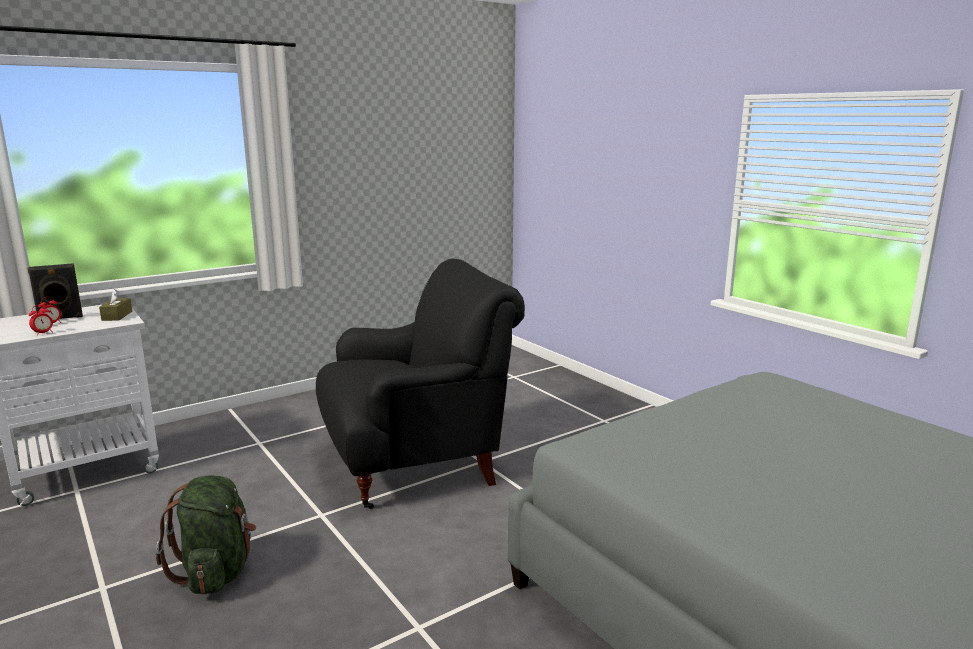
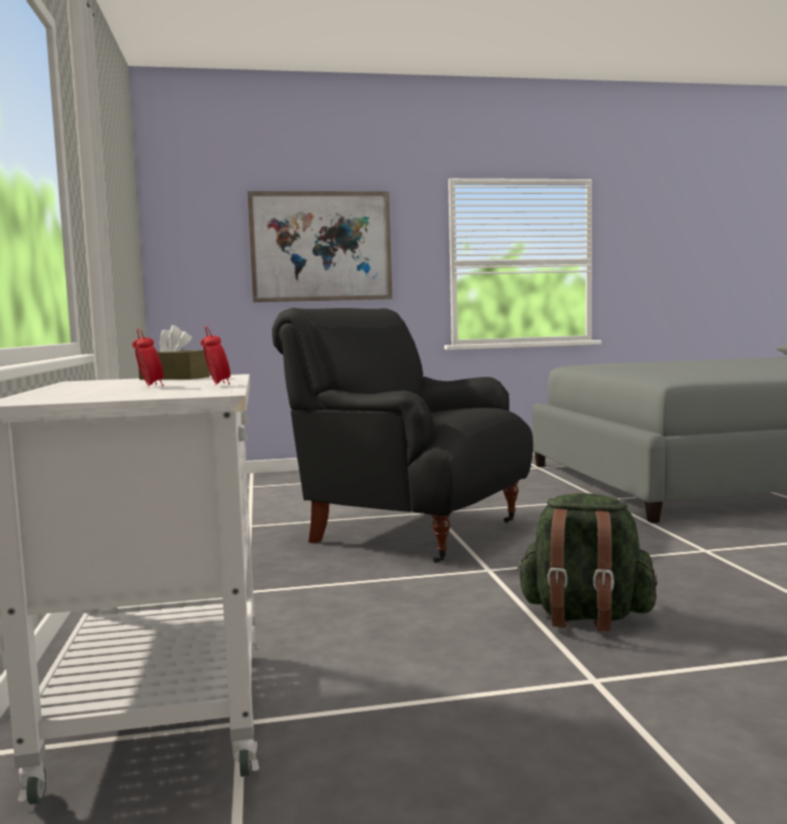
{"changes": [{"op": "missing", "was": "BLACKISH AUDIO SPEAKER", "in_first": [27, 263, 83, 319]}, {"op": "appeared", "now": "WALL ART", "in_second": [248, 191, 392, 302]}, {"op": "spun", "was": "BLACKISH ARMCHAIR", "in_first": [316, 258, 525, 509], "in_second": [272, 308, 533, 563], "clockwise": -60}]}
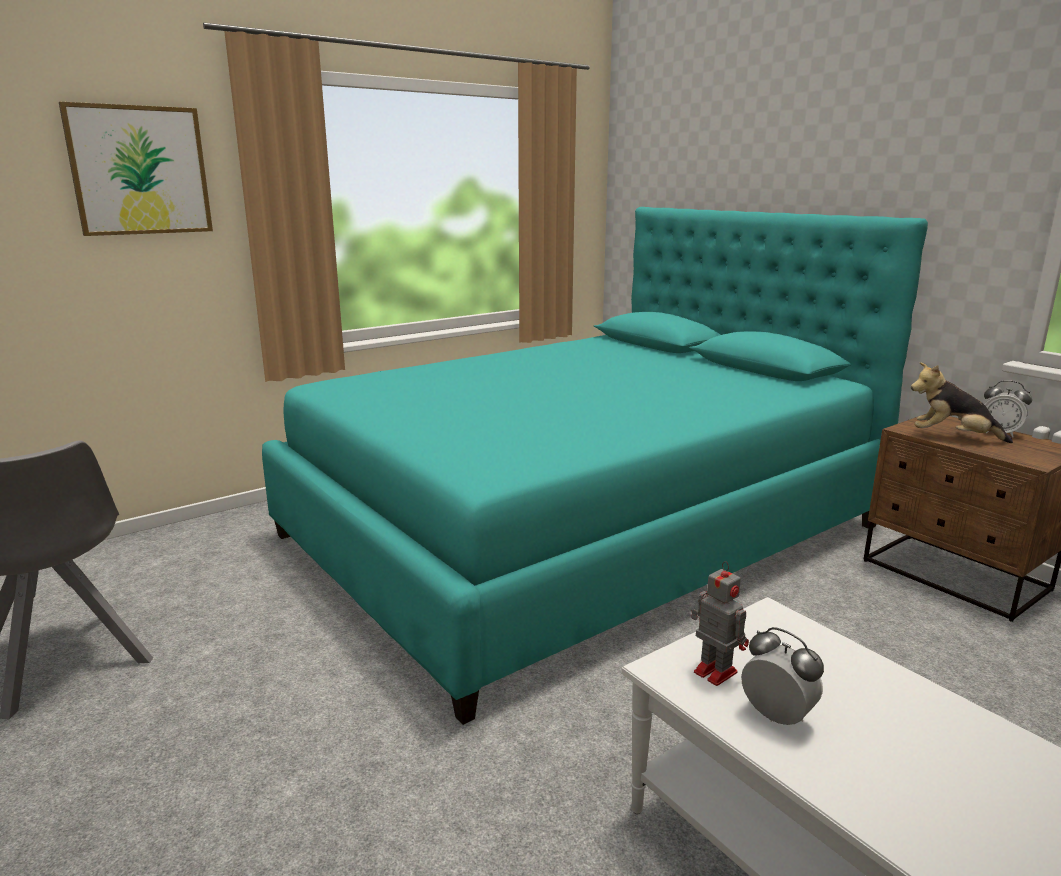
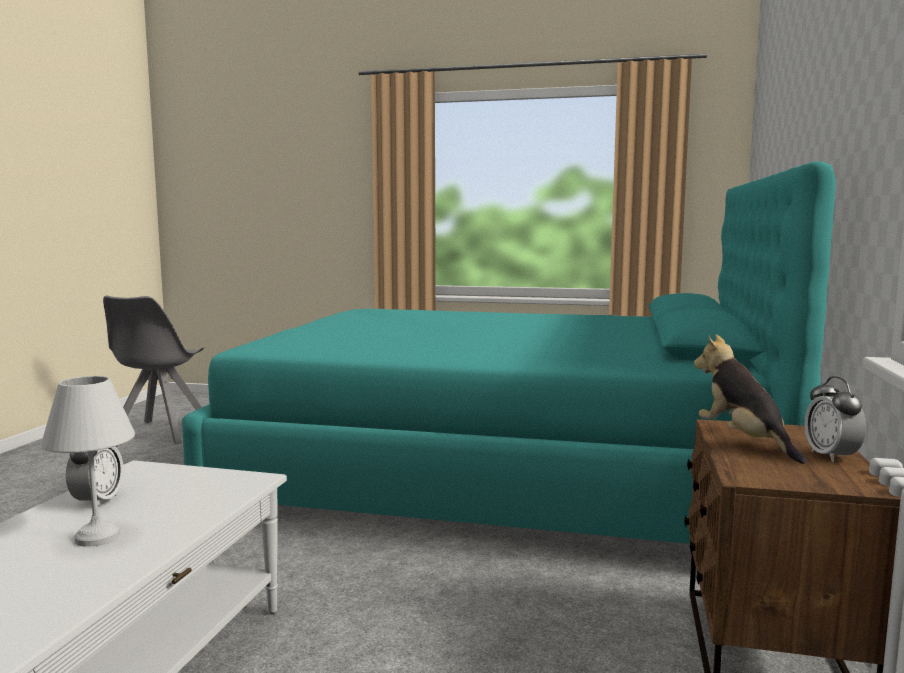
{"changes": [{"op": "missing", "was": "WALL ART", "in_first": [59, 102, 213, 236]}, {"op": "missing", "was": "TOY ROBOT", "in_first": [691, 561, 749, 686]}, {"op": "appeared", "now": "WHITE TABLE LAMP", "in_second": [41, 376, 135, 547]}]}
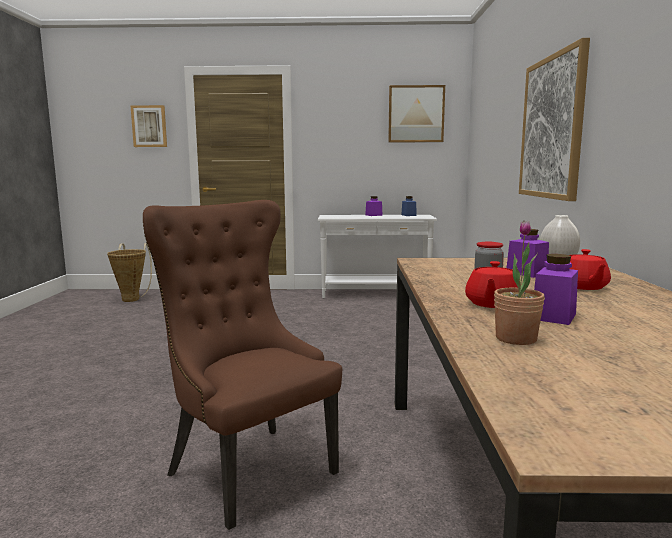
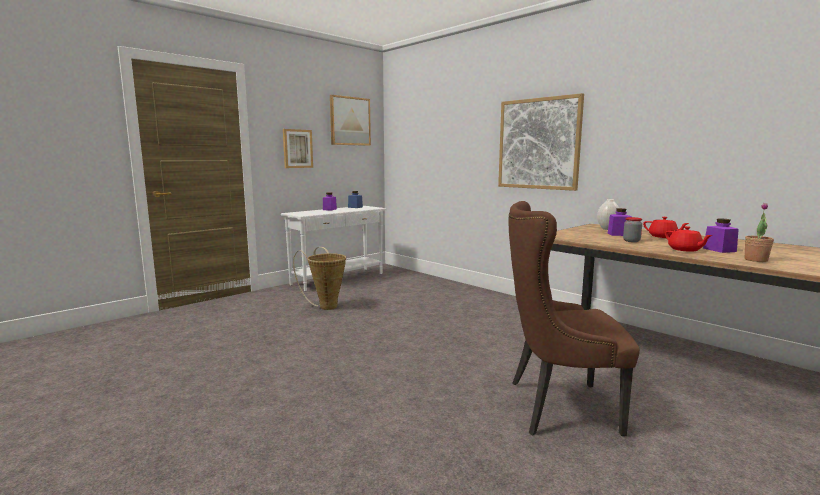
{"changes": [{"op": "relocated", "was": "STORAGE BASKET", "in_first": [107, 243, 152, 302], "in_second": [293, 247, 346, 310]}, {"op": "relocated", "was": "WALL ART", "in_first": [130, 105, 167, 147], "in_second": [283, 129, 313, 168]}]}
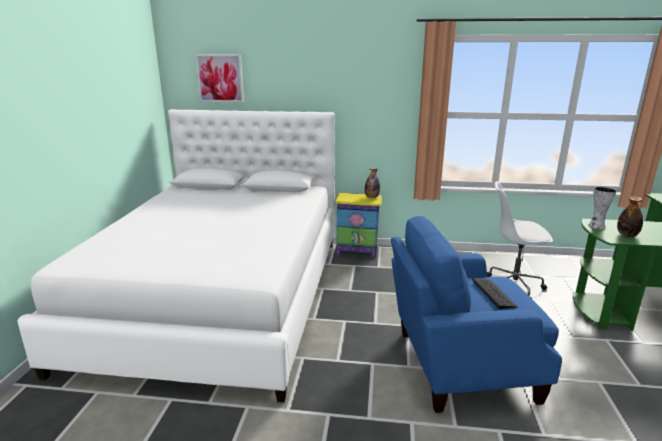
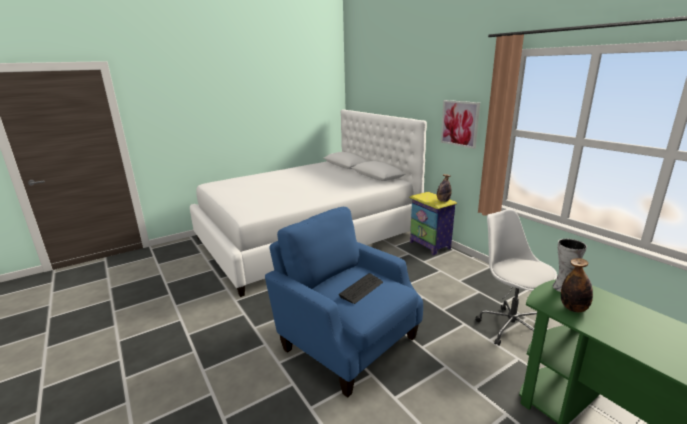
{"changes": [{"op": "relocated", "was": "WALL ART", "in_first": [195, 54, 244, 103], "in_second": [441, 100, 480, 149]}]}
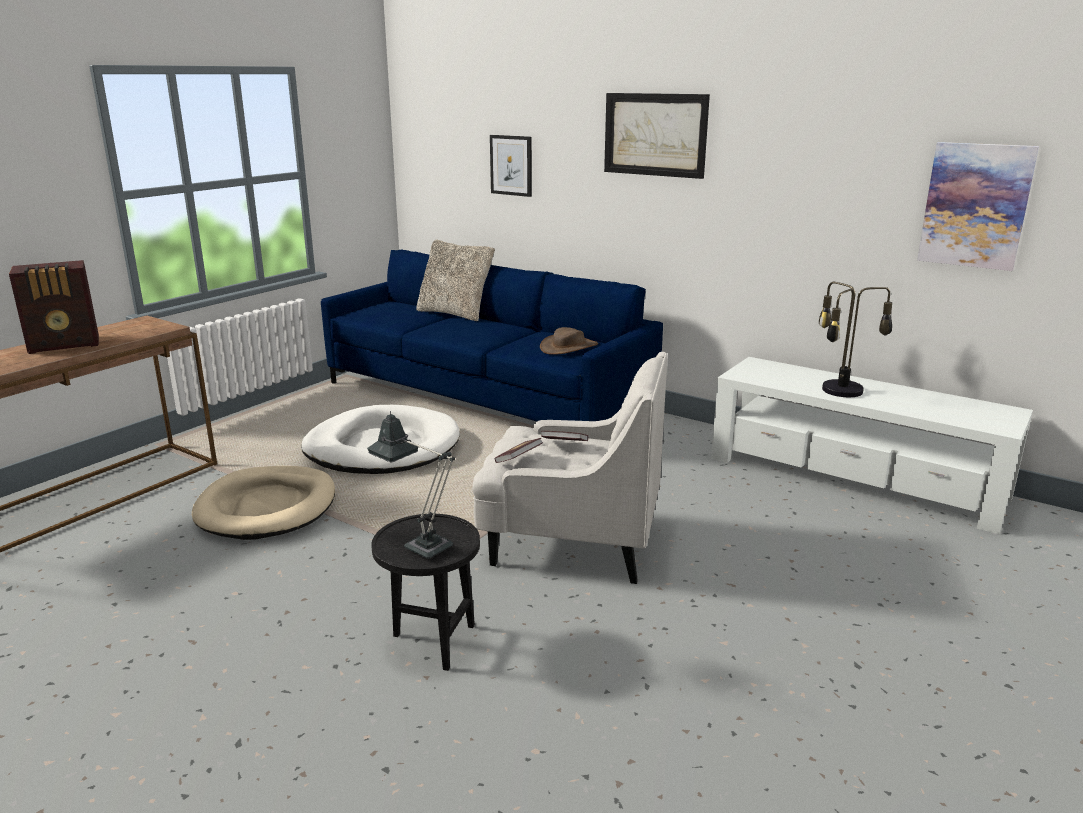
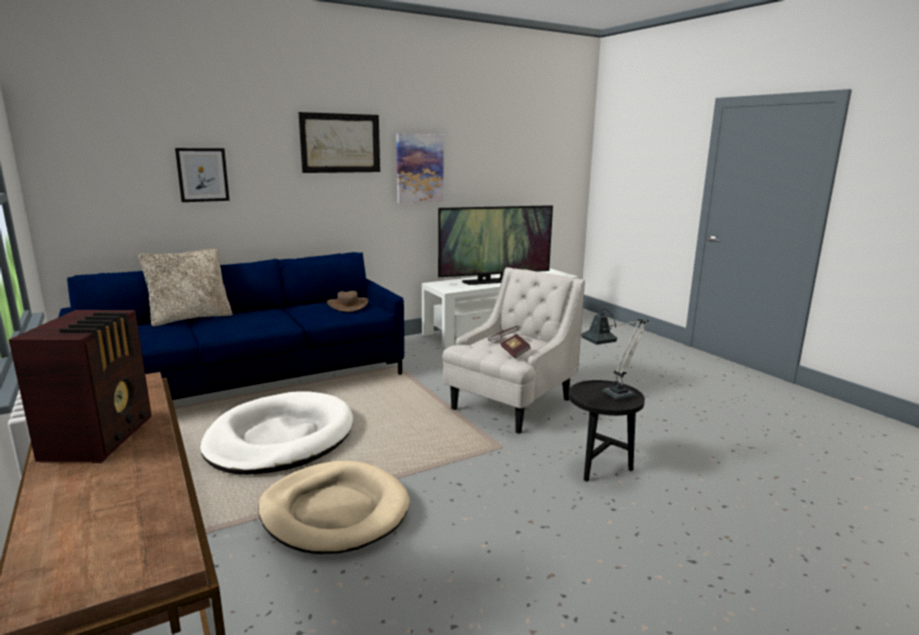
{"changes": [{"op": "relocated", "was": "WALL ART", "in_first": [917, 142, 1039, 271], "in_second": [396, 134, 444, 203]}, {"op": "exchanged", "was": "TABLE LAMP", "now": "TV SET", "in_first": [819, 282, 892, 397], "in_second": [438, 205, 553, 285]}]}
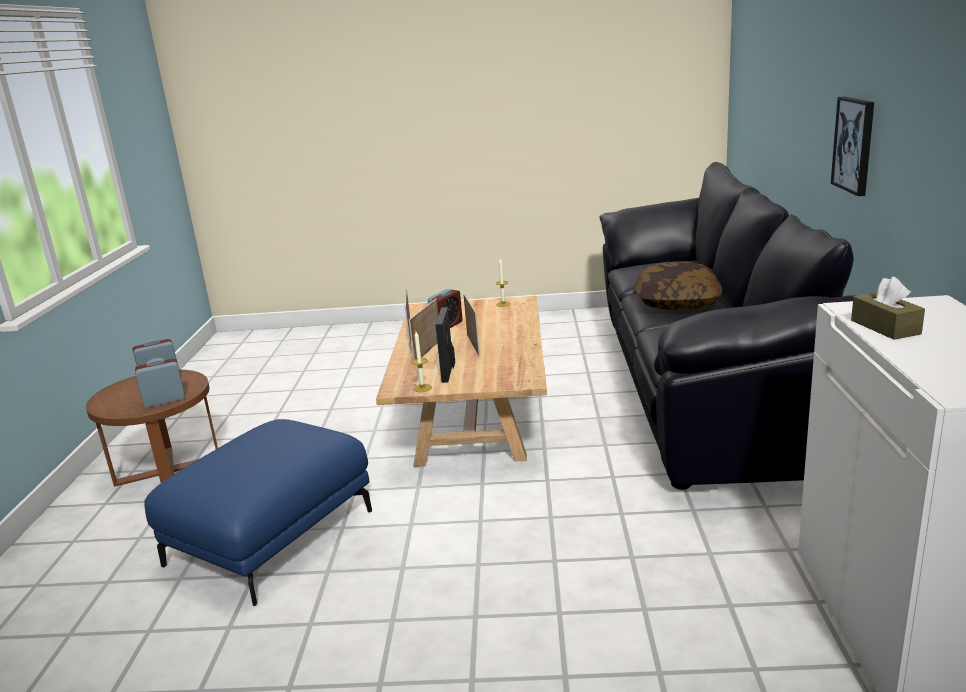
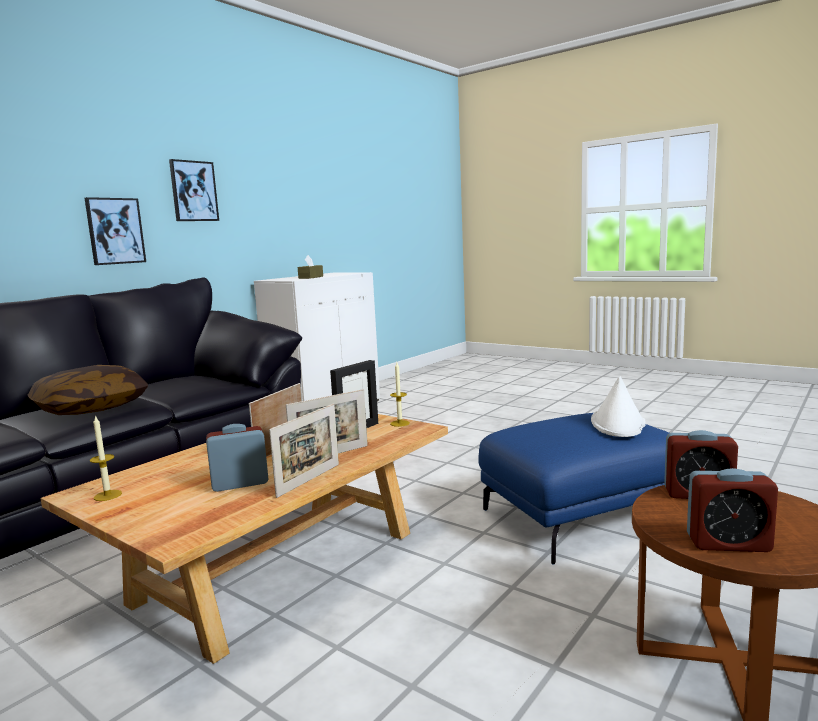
{"changes": [{"op": "appeared", "now": "WALL ART", "in_second": [169, 159, 219, 221]}, {"op": "appeared", "now": "WHITE HAT", "in_second": [591, 376, 645, 437]}]}
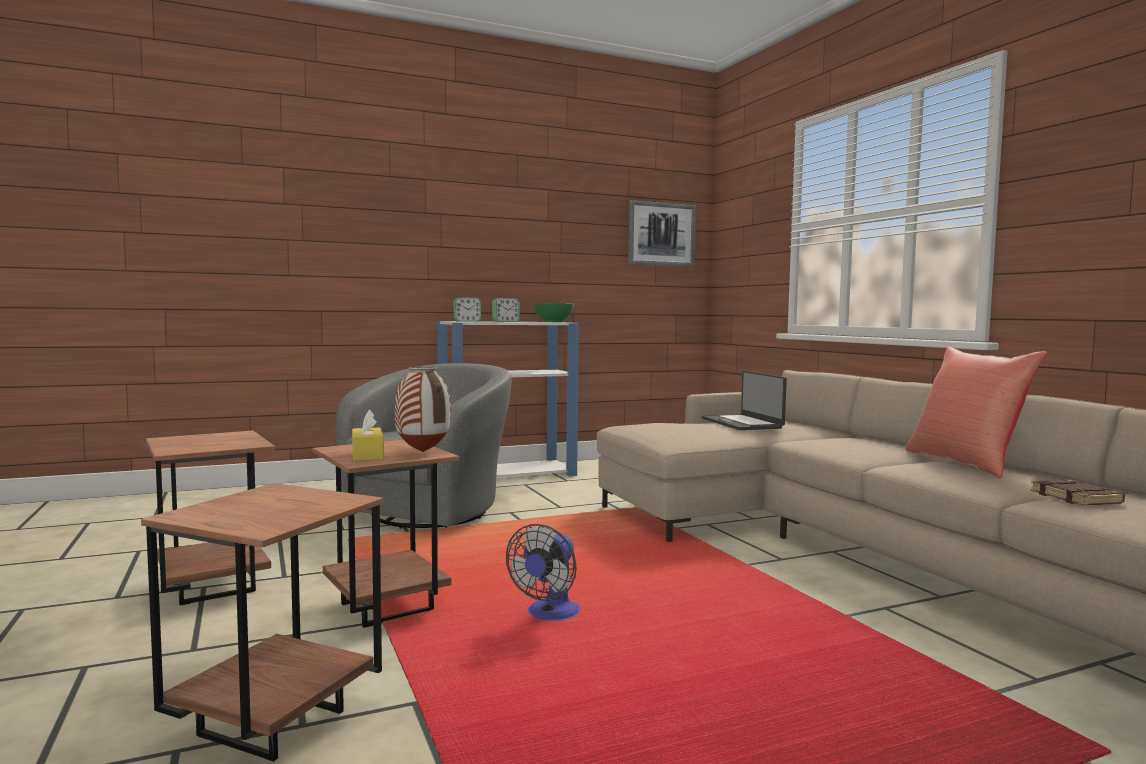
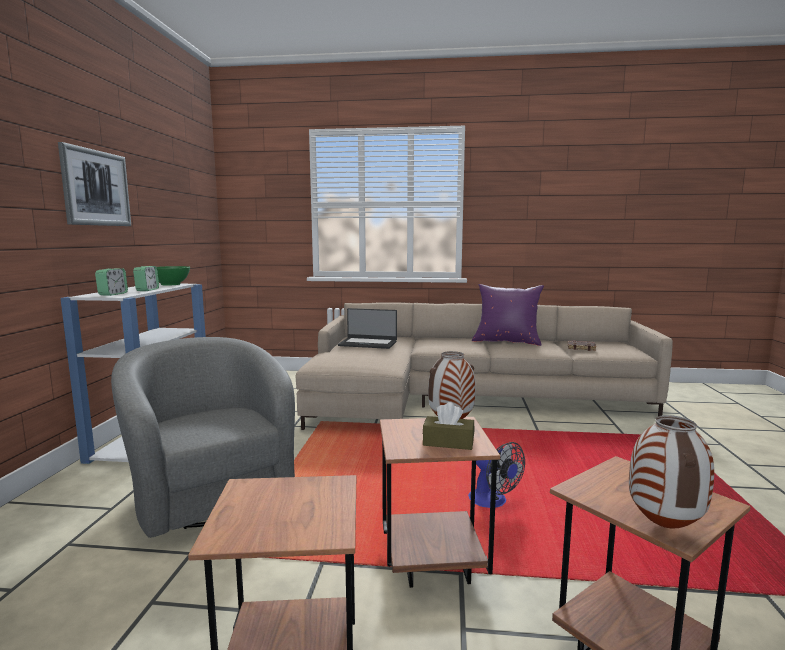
{"changes": [{"op": "appeared", "now": "DECORATIVE VASE", "in_second": [629, 415, 714, 528]}, {"op": "relocated", "was": "WALL ART", "in_first": [628, 200, 696, 267], "in_second": [58, 142, 131, 226]}, {"op": "colour", "was": "YELLOWISH TISSUE BOX", "now": "BROWNISH TISSUE BOX", "in_first": [352, 410, 384, 461], "in_second": [423, 402, 475, 450]}, {"op": "colour", "was": "RED CUSHION", "now": "PURPLE CUSHION", "in_first": [906, 346, 1048, 478], "in_second": [472, 284, 544, 346]}]}
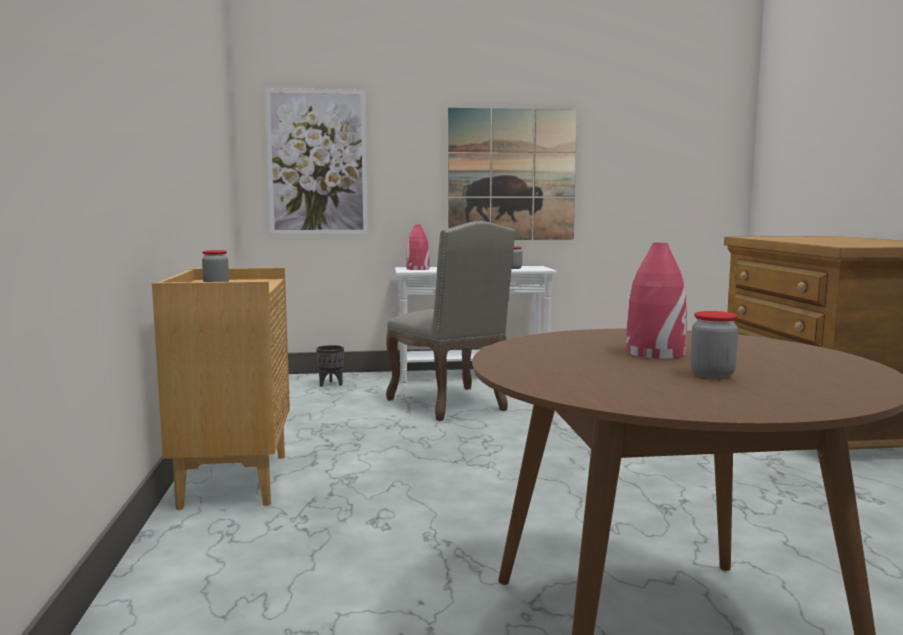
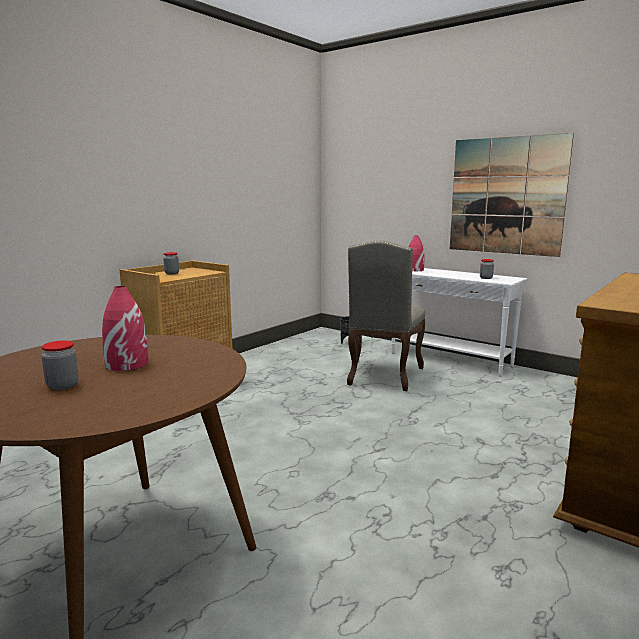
{"changes": [{"op": "missing", "was": "WALL ART", "in_first": [265, 88, 368, 234]}]}
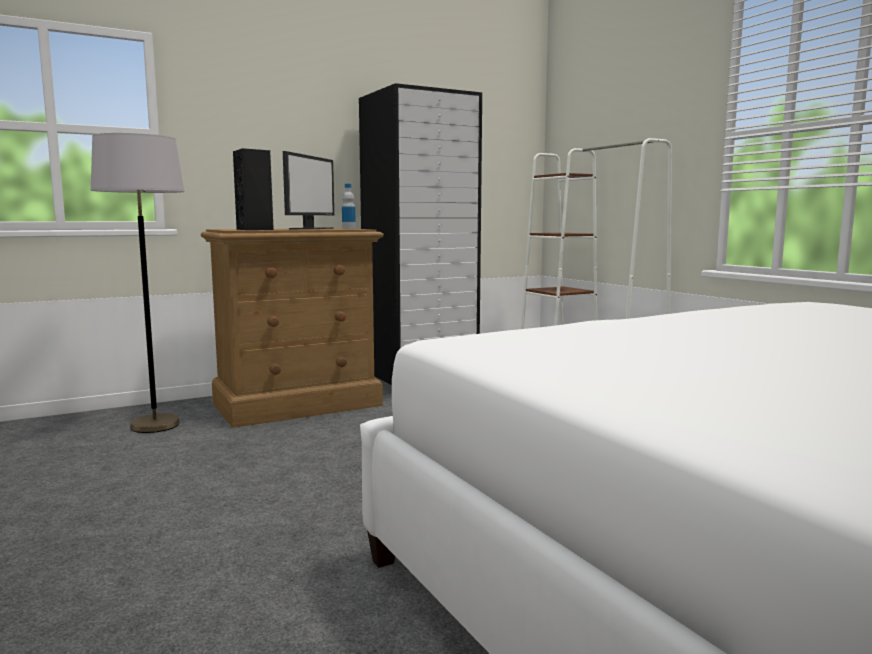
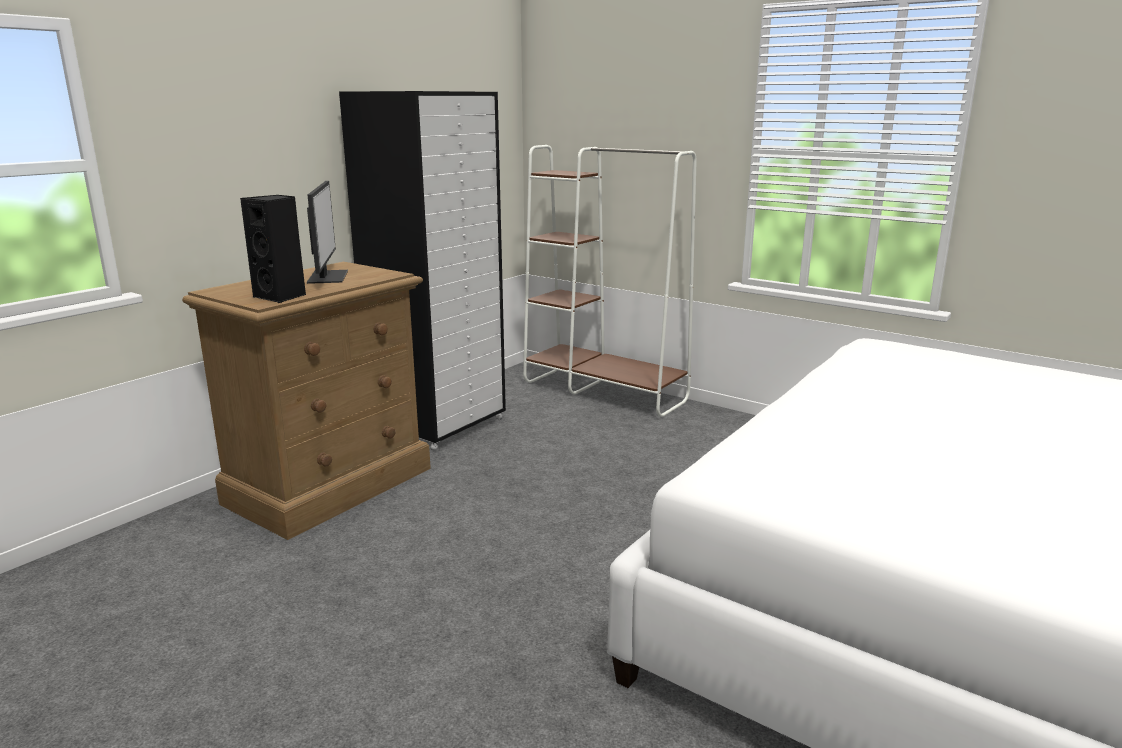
{"changes": [{"op": "missing", "was": "GREY STANDING LAMP", "in_first": [91, 133, 184, 433]}, {"op": "missing", "was": "BEVERAGE BOTTLE", "in_first": [342, 184, 356, 229]}]}
